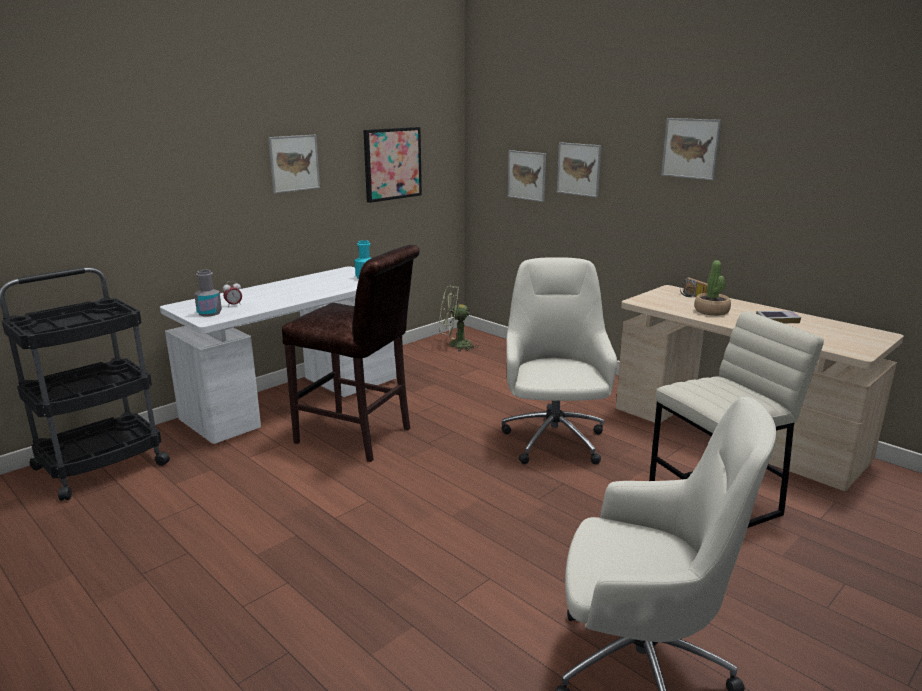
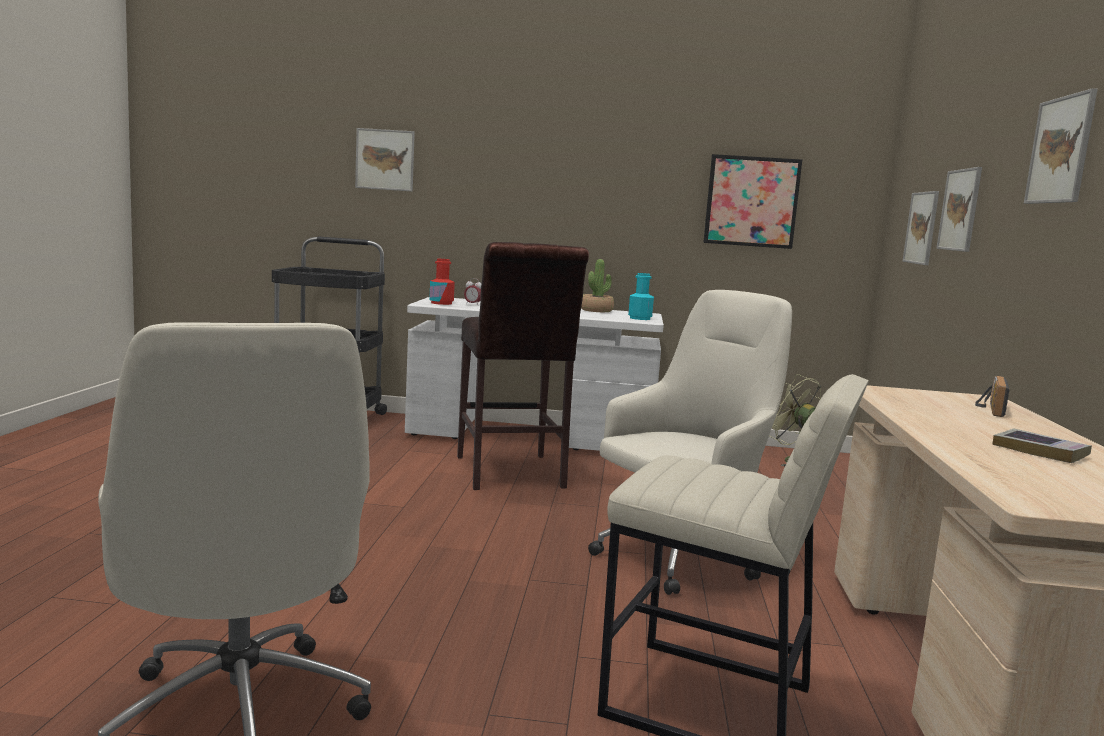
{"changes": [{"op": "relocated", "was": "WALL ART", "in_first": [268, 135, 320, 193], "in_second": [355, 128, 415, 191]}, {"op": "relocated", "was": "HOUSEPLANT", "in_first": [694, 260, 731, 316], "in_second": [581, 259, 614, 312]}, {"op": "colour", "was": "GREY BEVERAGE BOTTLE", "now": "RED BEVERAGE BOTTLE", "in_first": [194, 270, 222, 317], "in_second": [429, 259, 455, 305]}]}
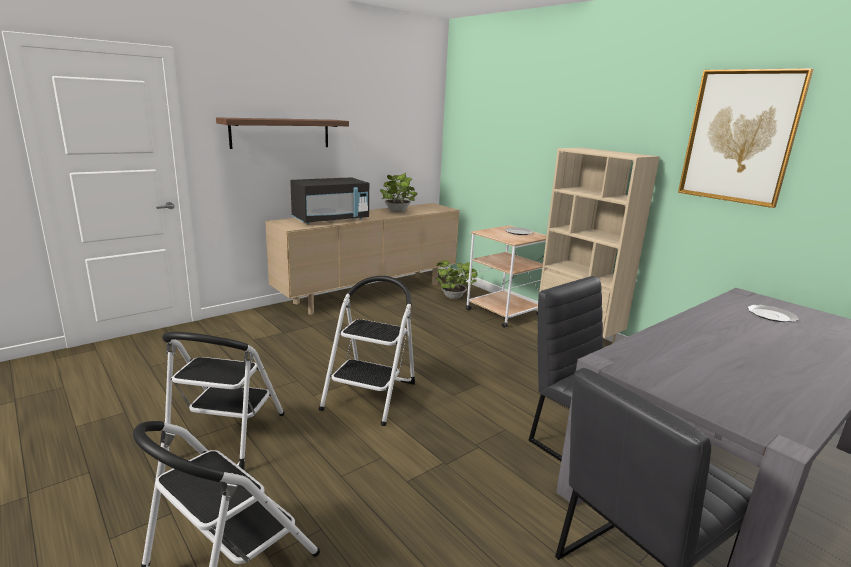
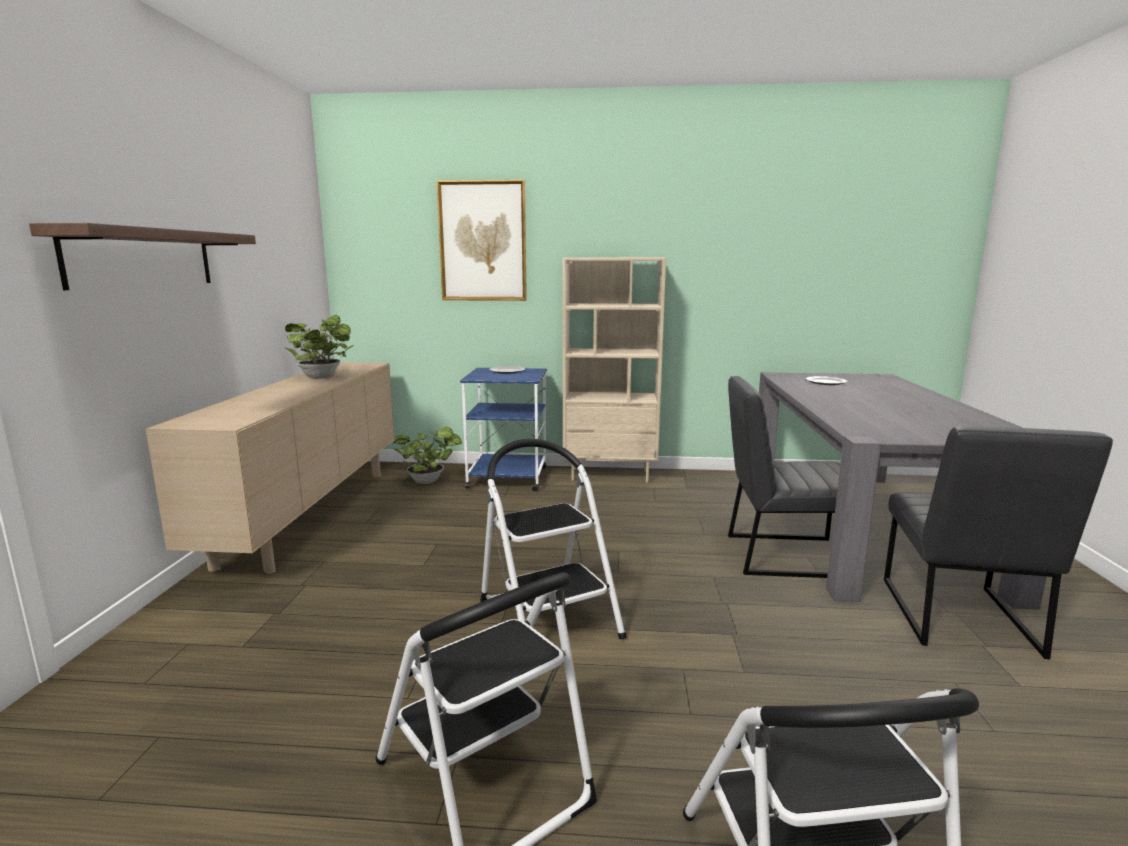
{"changes": [{"op": "missing", "was": "BLACKISH KITCHEN MICROWAVE", "in_first": [290, 178, 369, 224]}, {"op": "relocated", "was": "WALL ART", "in_first": [678, 68, 814, 208], "in_second": [437, 180, 527, 301]}, {"op": "colour", "was": "BEIGE-COLOURED TROLLEY", "now": "BLUE TROLLEY", "in_first": [466, 225, 547, 328], "in_second": [460, 368, 547, 491]}]}
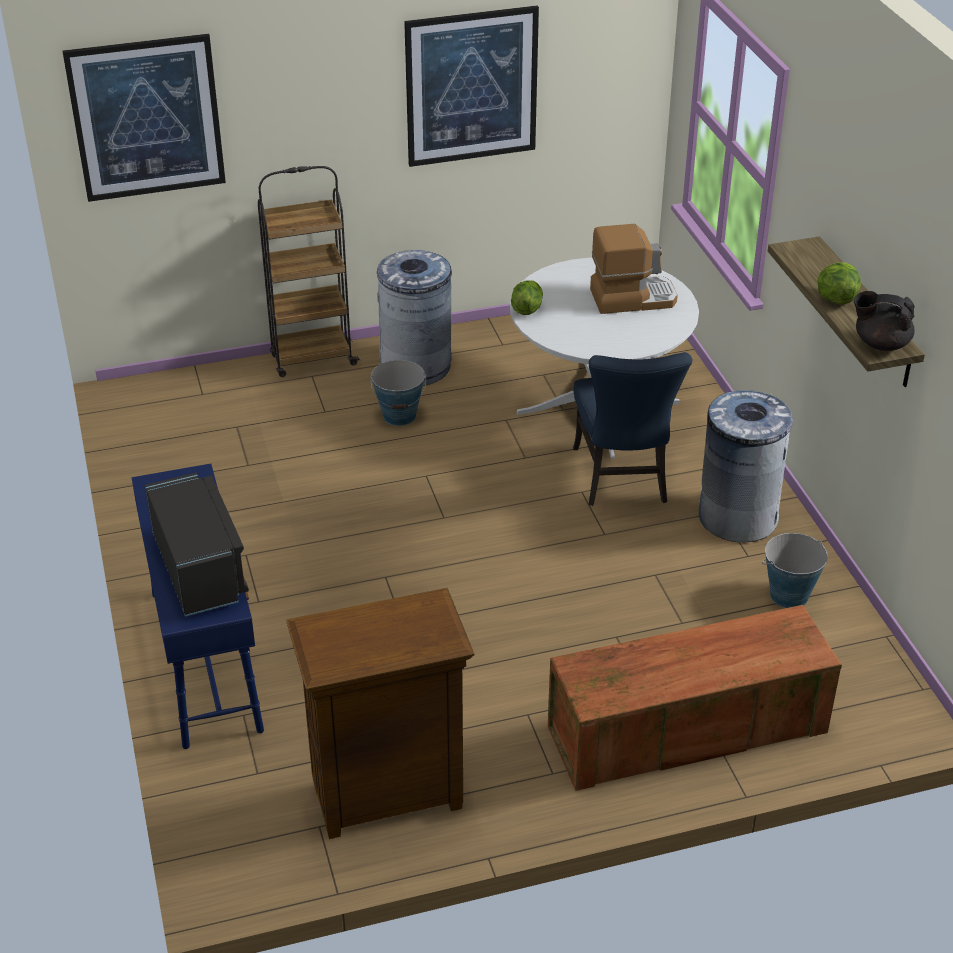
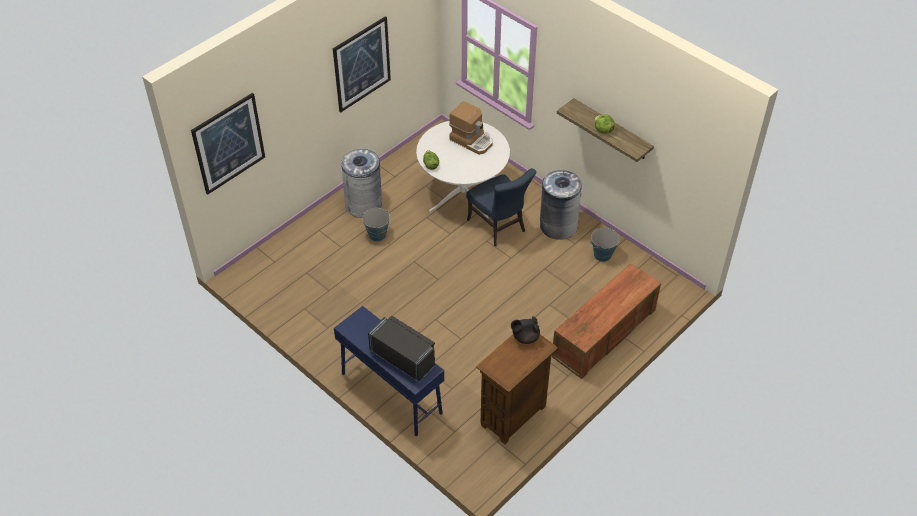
{"changes": [{"op": "missing", "was": "BROWNISH TROLLEY", "in_first": [258, 166, 360, 377]}, {"op": "relocated", "was": "BLACKISH TEAPOT", "in_first": [854, 291, 915, 351], "in_second": [511, 316, 540, 344]}, {"op": "spun", "was": "COFFEE MACHINE", "in_first": [590, 224, 678, 314], "in_second": [449, 101, 493, 155], "clockwise": 75}]}
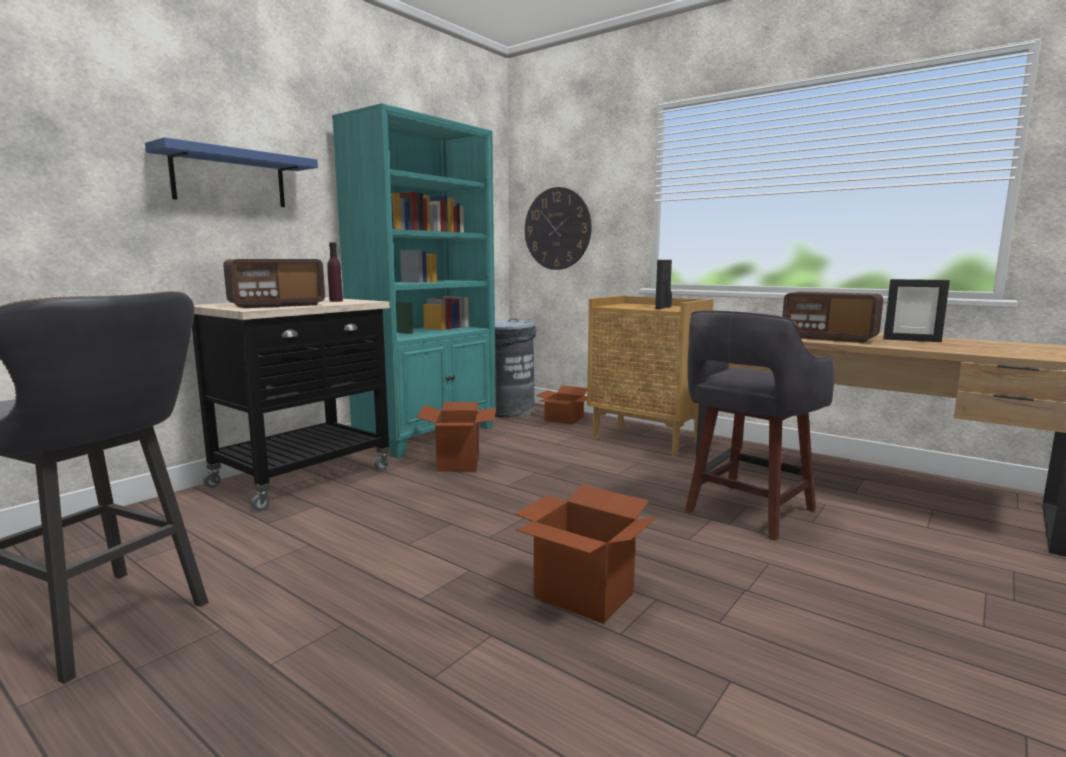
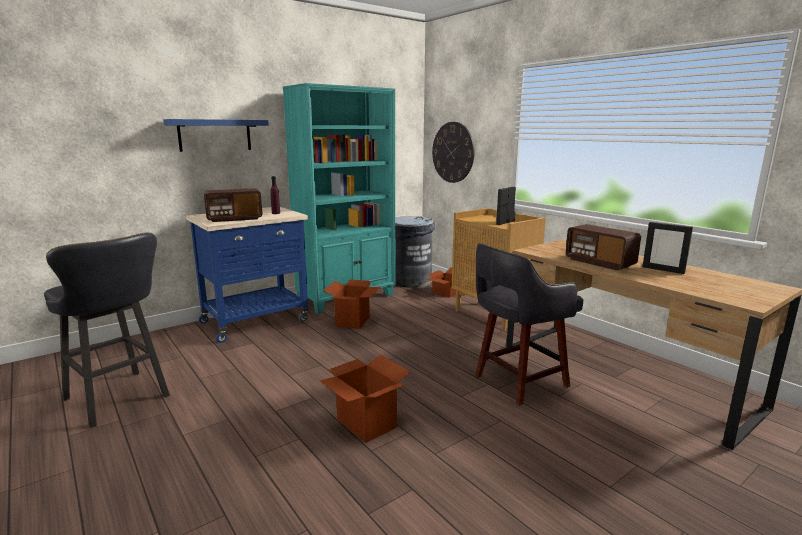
{"changes": [{"op": "colour", "was": "BLACKISH TROLLEY", "now": "BLUE TROLLEY", "in_first": [192, 298, 390, 511], "in_second": [186, 207, 308, 343]}]}
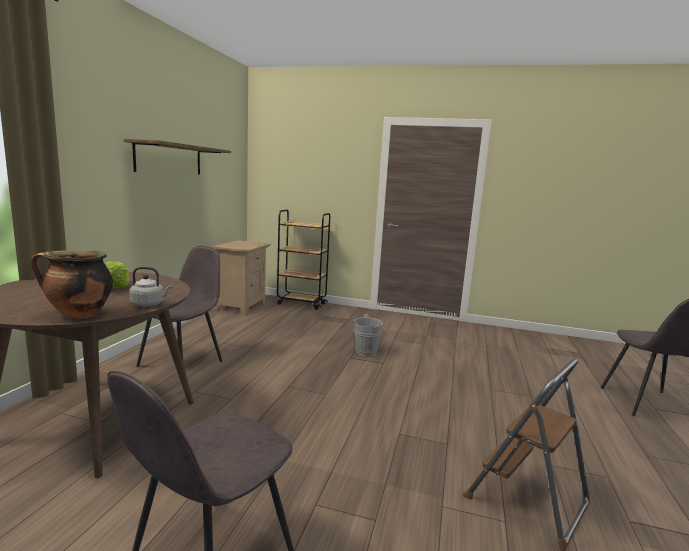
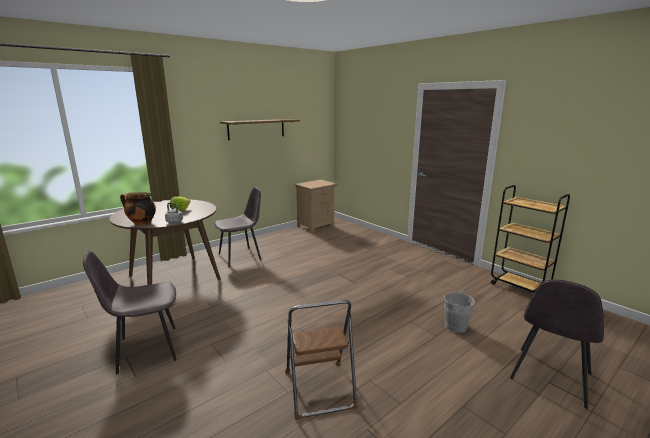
{"changes": [{"op": "relocated", "was": "BROWNISH TROLLEY", "in_first": [277, 210, 330, 310], "in_second": [491, 185, 570, 293]}, {"op": "relocated", "was": "GREY WATER BUCKET", "in_first": [354, 315, 387, 356], "in_second": [444, 290, 479, 333]}]}
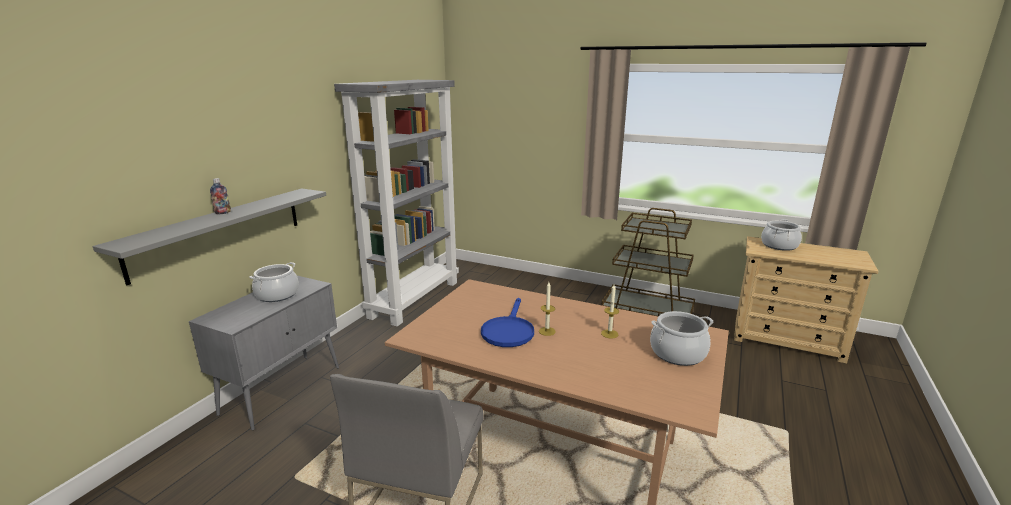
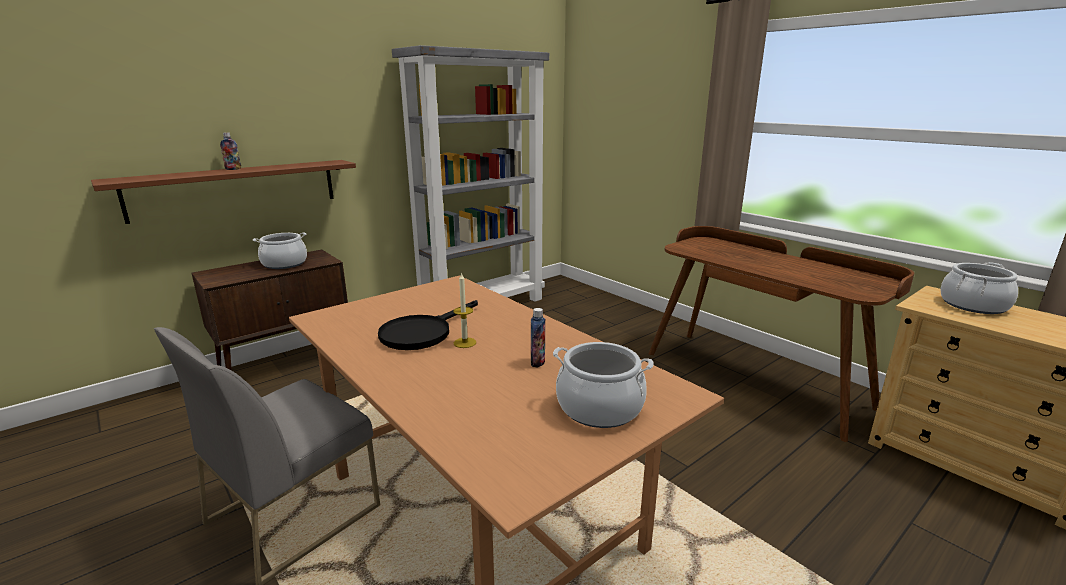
{"changes": [{"op": "exchanged", "was": "WAX LIGHT", "now": "BEVERAGE BOTTLE", "in_first": [601, 284, 619, 338], "in_second": [531, 308, 545, 368]}, {"op": "exchanged", "was": "BROWNISH TROLLEY", "now": "BROWNISH DESK TABLE", "in_first": [602, 208, 695, 317], "in_second": [649, 226, 914, 442]}, {"op": "colour", "was": "GREY BRACKET SHELF", "now": "BROWNISH BRACKET SHELF", "in_first": [93, 188, 326, 285], "in_second": [91, 160, 356, 224]}, {"op": "colour", "was": "GREY CUPBOARD", "now": "BROWNISH CUPBOARD", "in_first": [189, 276, 339, 431], "in_second": [192, 250, 348, 371]}, {"op": "colour", "was": "BLUE SKILLET", "now": "BLACKISH SKILLET", "in_first": [481, 298, 534, 347], "in_second": [378, 300, 478, 350]}]}
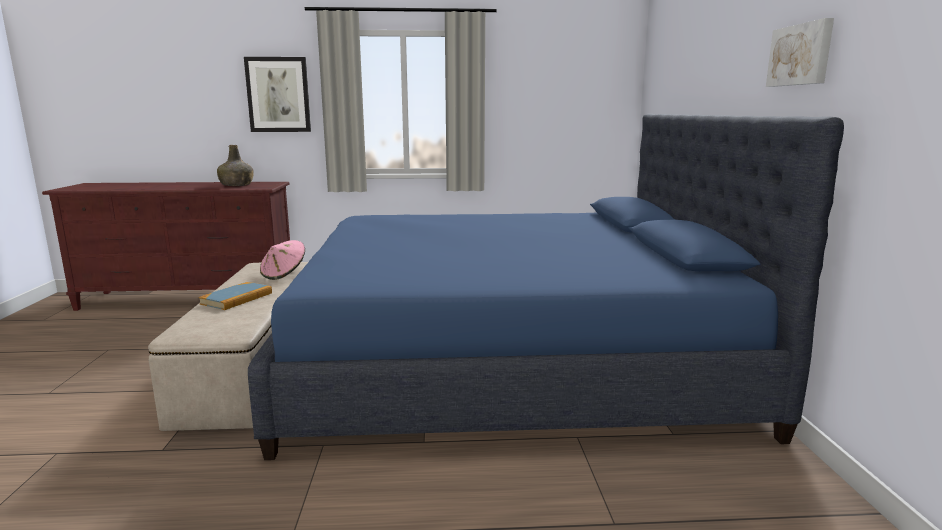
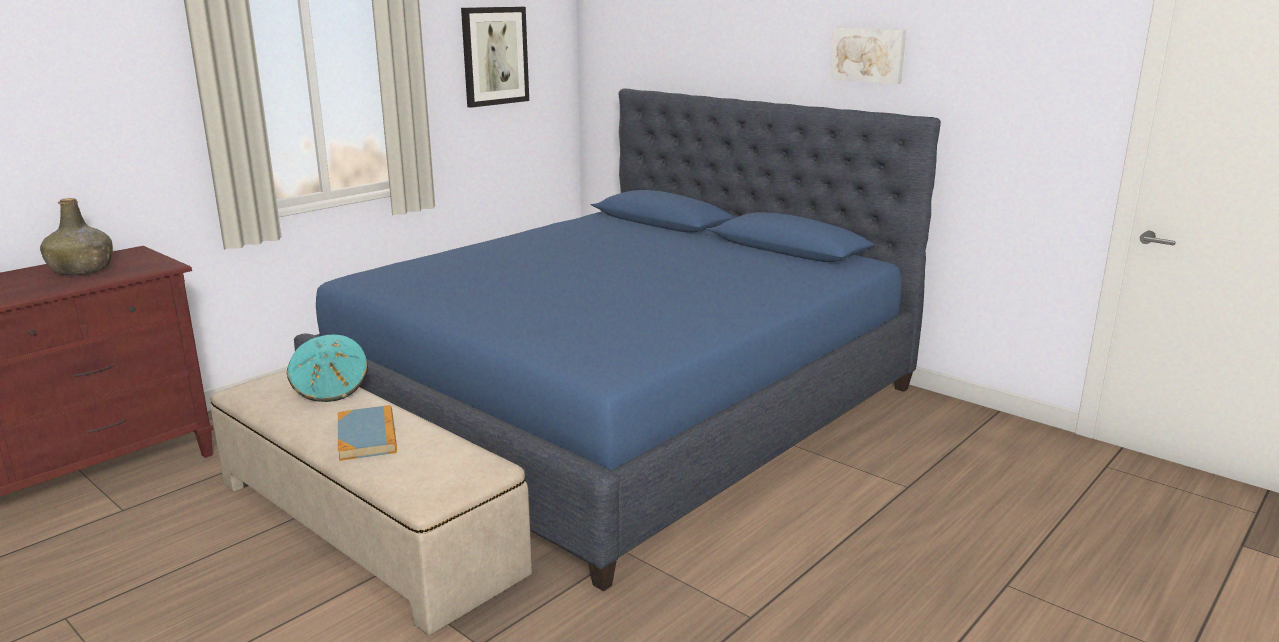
{"changes": [{"op": "relocated", "was": "WALL ART", "in_first": [244, 57, 311, 132], "in_second": [461, 7, 529, 108]}, {"op": "colour", "was": "PINK HAT", "now": "TURQUOISE-COLOURED HAT", "in_first": [260, 240, 305, 280], "in_second": [287, 335, 368, 402]}]}
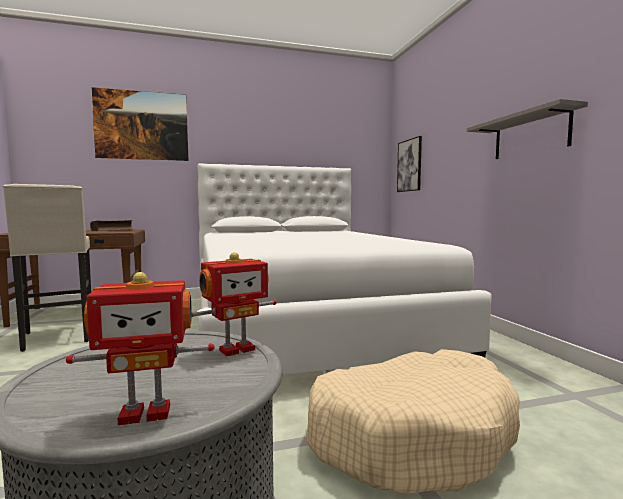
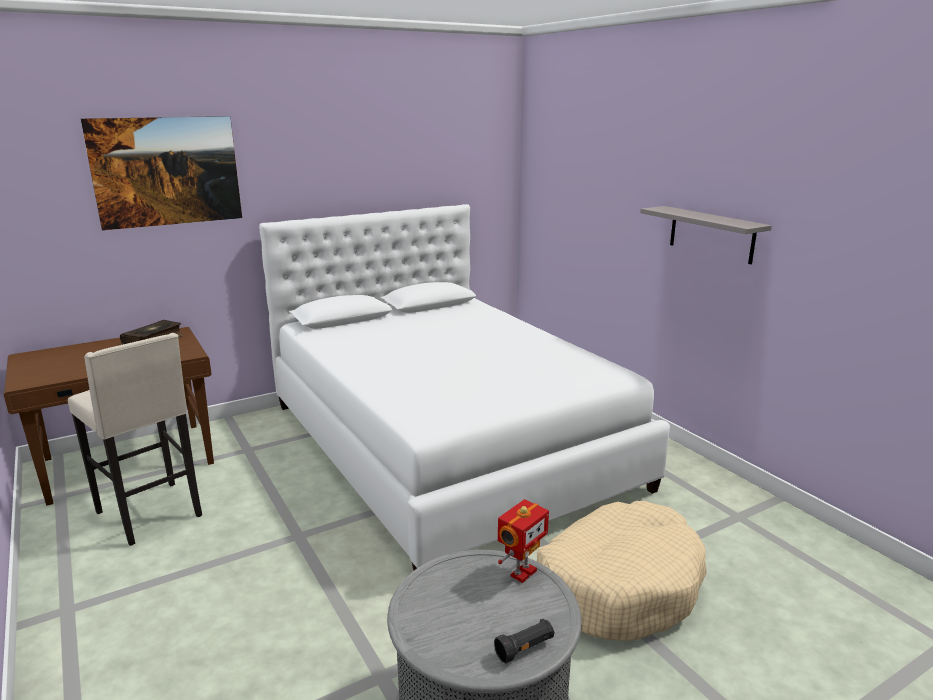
{"changes": [{"op": "missing", "was": "WALL ART", "in_first": [397, 136, 422, 192]}, {"op": "exchanged", "was": "TOY ROBOT", "now": "BLACKISH FLASHLIGHT", "in_first": [66, 272, 215, 425], "in_second": [494, 619, 555, 663]}]}
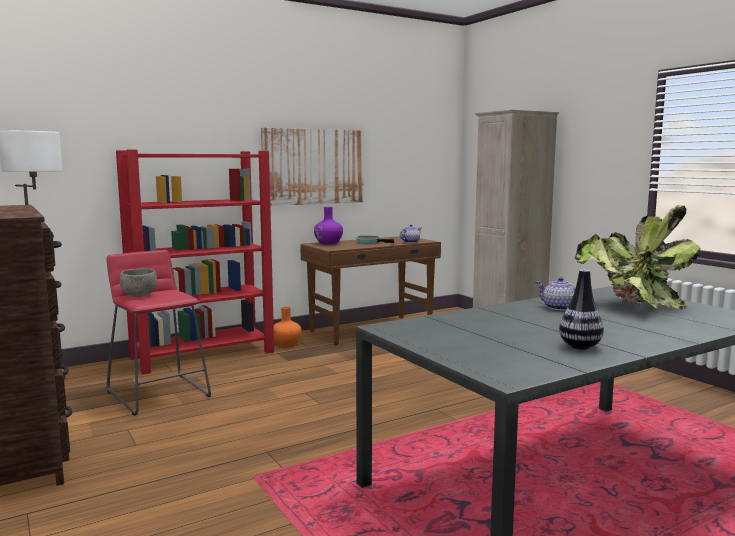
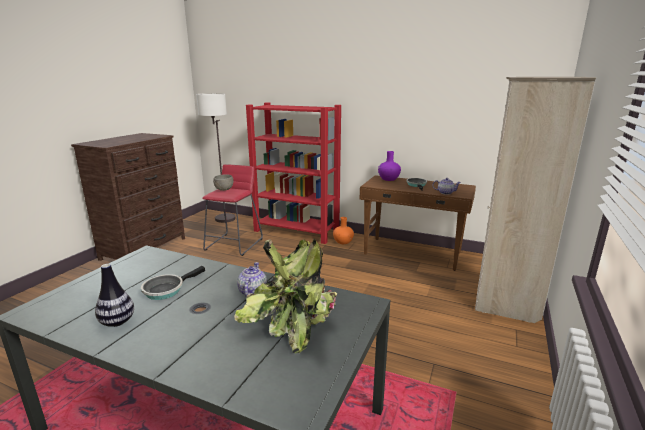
{"changes": [{"op": "missing", "was": "WALL ART", "in_first": [261, 128, 364, 206]}, {"op": "appeared", "now": "SKILLET", "in_second": [141, 266, 205, 300]}]}
